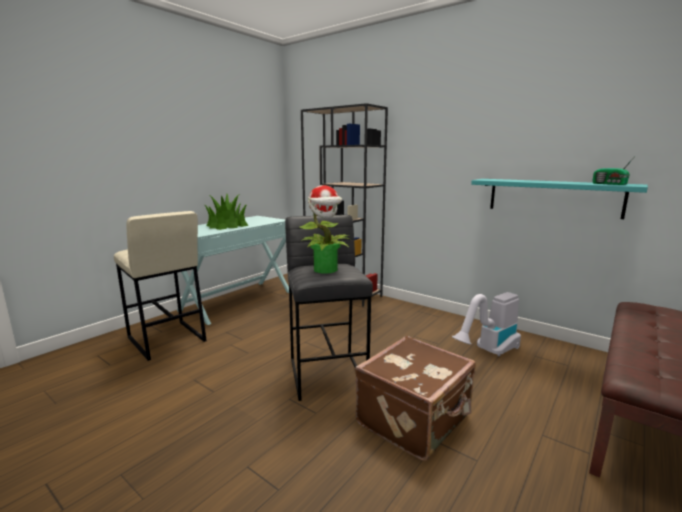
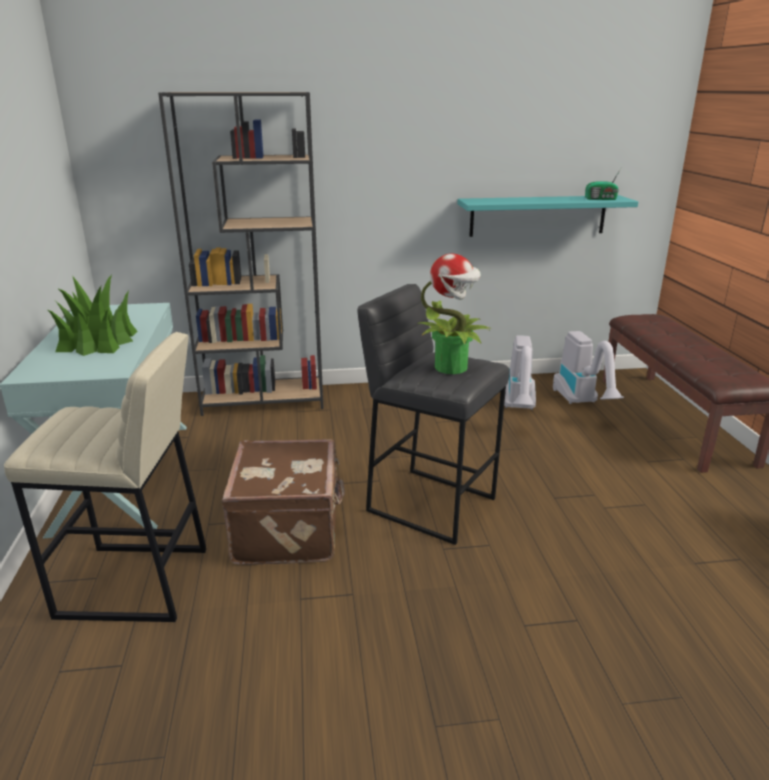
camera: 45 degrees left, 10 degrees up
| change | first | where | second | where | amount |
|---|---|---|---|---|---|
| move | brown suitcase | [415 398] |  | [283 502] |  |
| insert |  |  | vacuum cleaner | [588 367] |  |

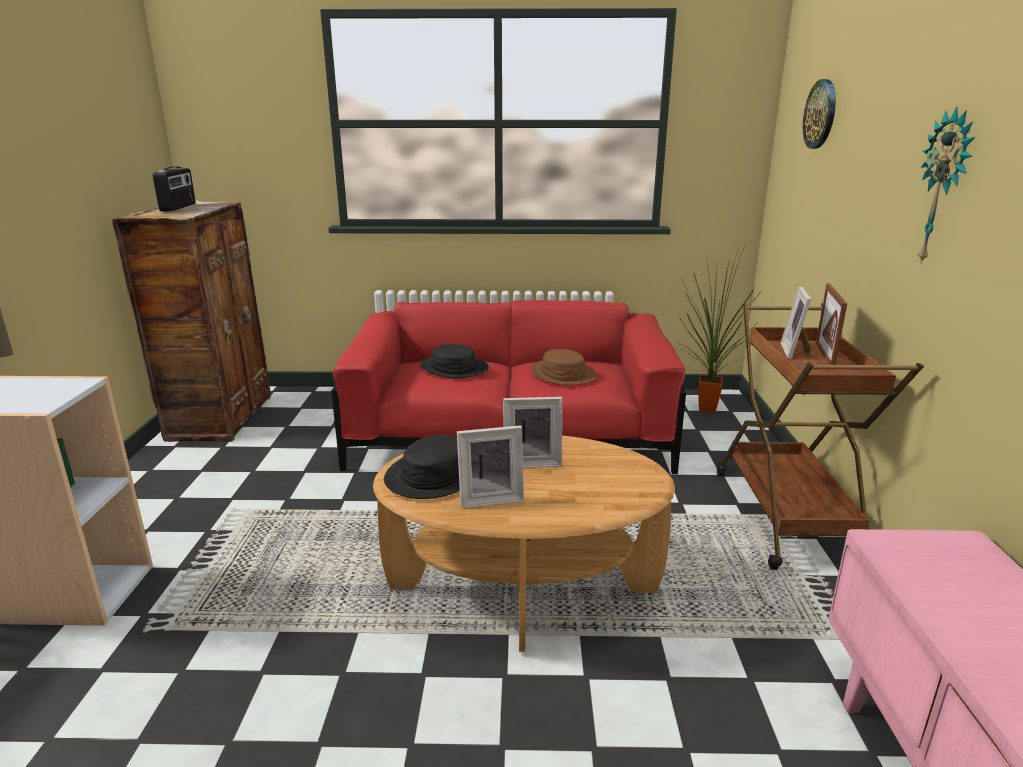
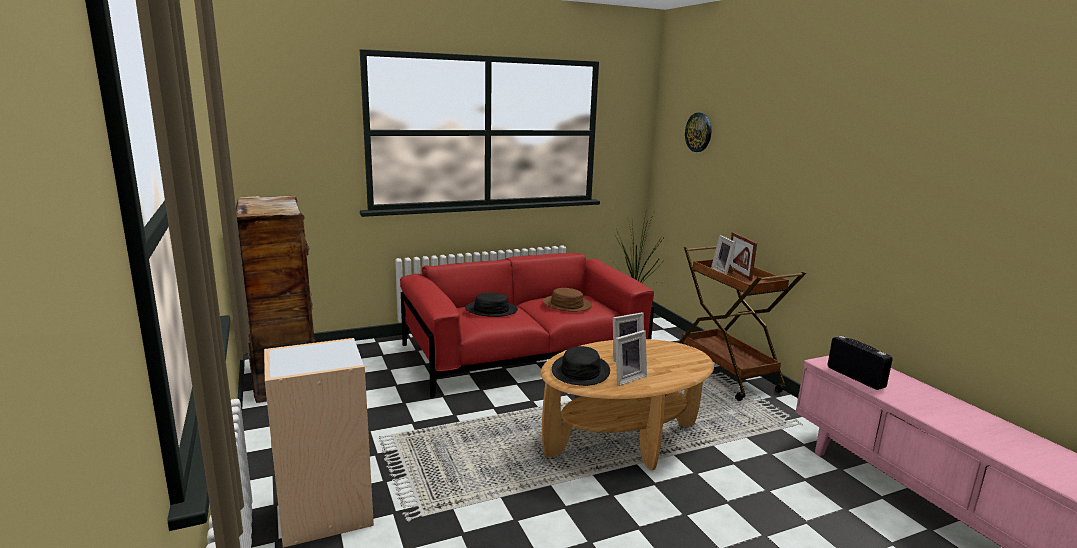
camera: 25 degrees left, 5 degrees down
| change | first | where | second | where | amount |
|---|---|---|---|---|---|
| delete | wall clock | [946 185] |  |  |  |
| move | radio | [174 188] |  | [860 363] |  |

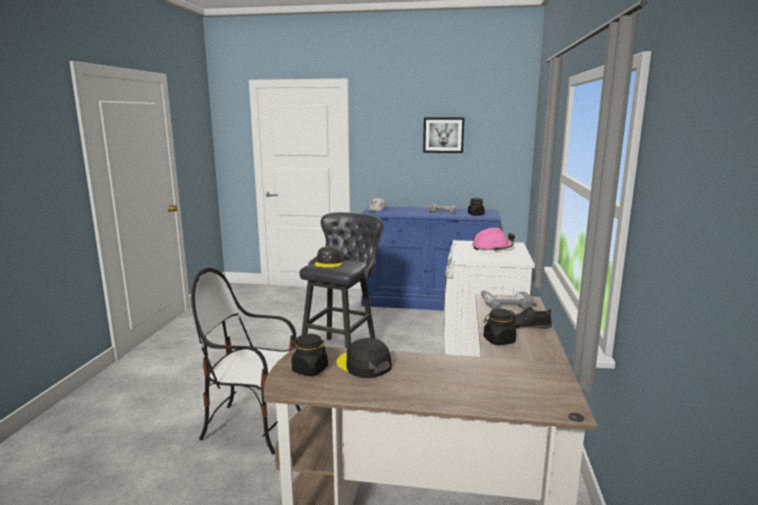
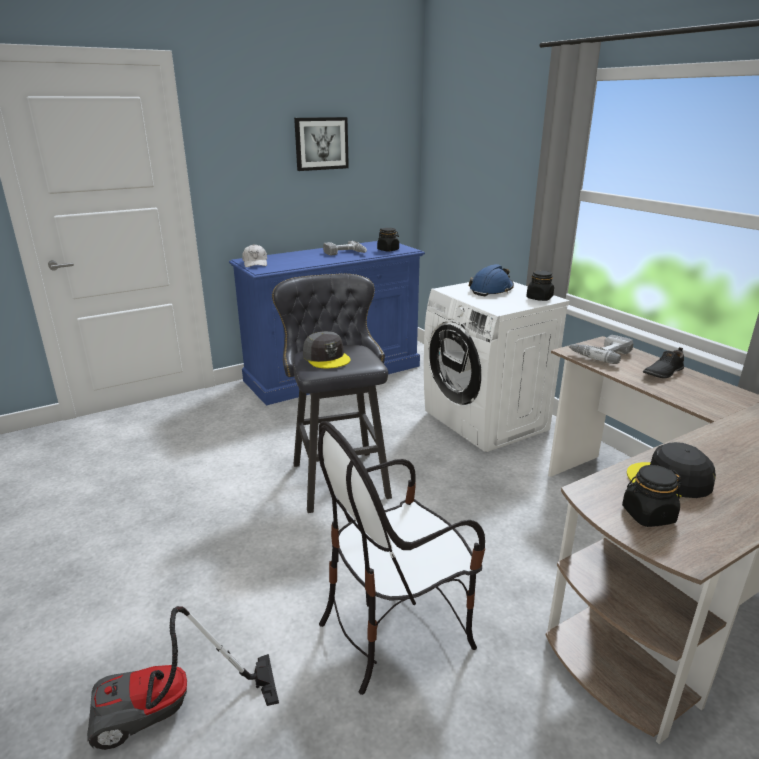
camera: 40 degrees left, 10 degrees up
| change | first | where | second | where | amount |
|---|---|---|---|---|---|
| recolor | pink hard hat | [493 239] | blue hard hat | [491 280] |  |
| move | black jar | [500 327] |  | [540 285] |  |
| insert |  |  | vacuum cleaner | [183 678] |  |

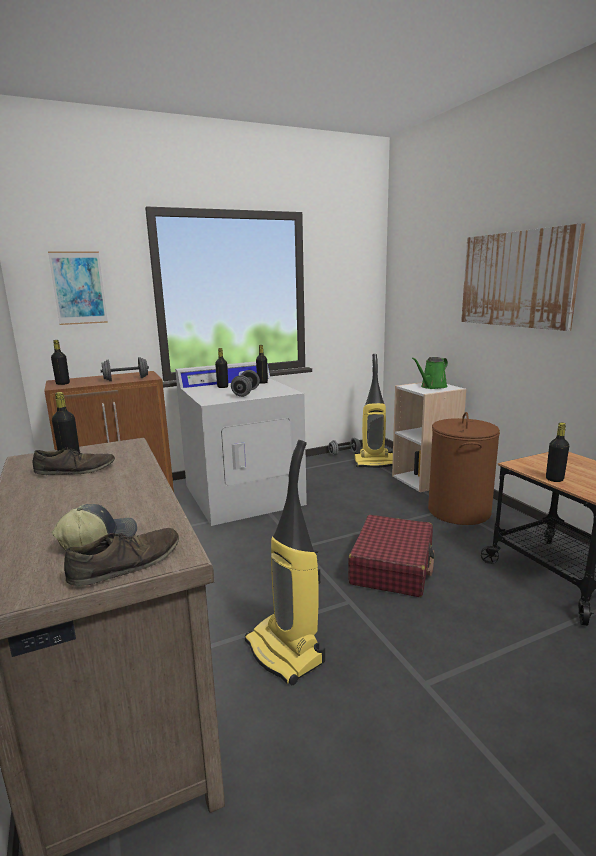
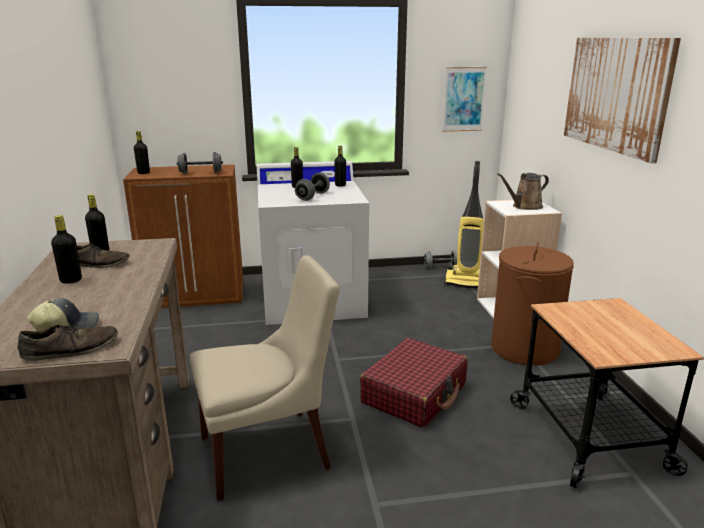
camera: 15 degrees right, 5 degrees up
| change | first | where | second | where | amount |
|---|---|---|---|---|---|
| move | picture | [78 288] |  | [465 99] |  |
| recolor | green watering can | [430 373] | brown watering can | [523 191] |  |
| move | black bottle | [557 452] |  | [66 249] |  |
| replace | vacuum cleaner | [285 562] | beige chair | [265 378] |  |

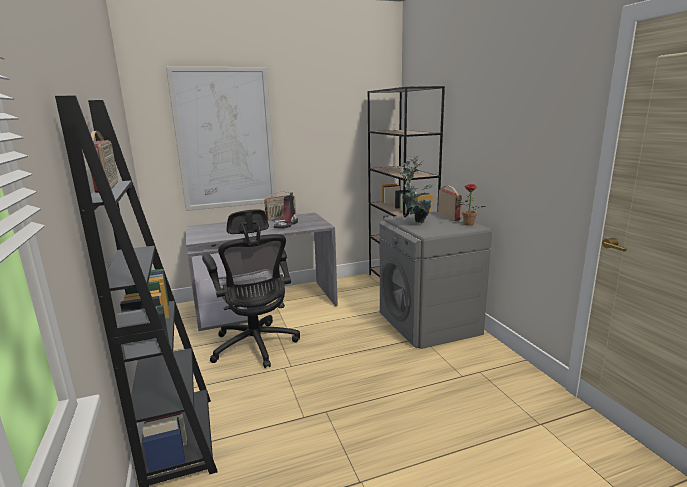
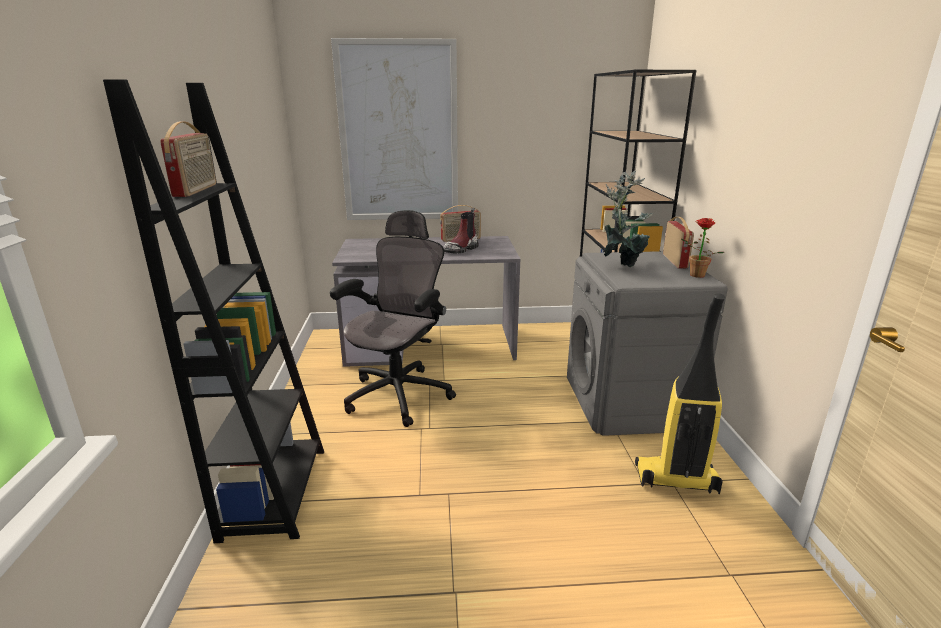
camera: 15 degrees right, 5 degrees up
| change | first | where | second | where | amount |
|---|---|---|---|---|---|
| rotate | office chair | [251 288] |  | [393 318] | 150 degrees counterclockwise |
| insert |  |  | vacuum cleaner | [680 393] |  |

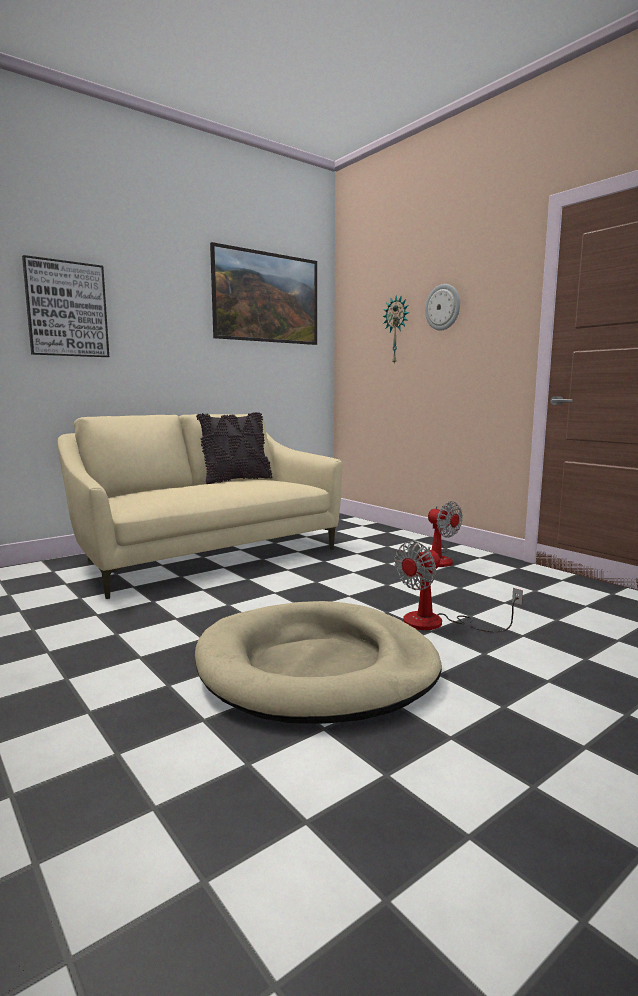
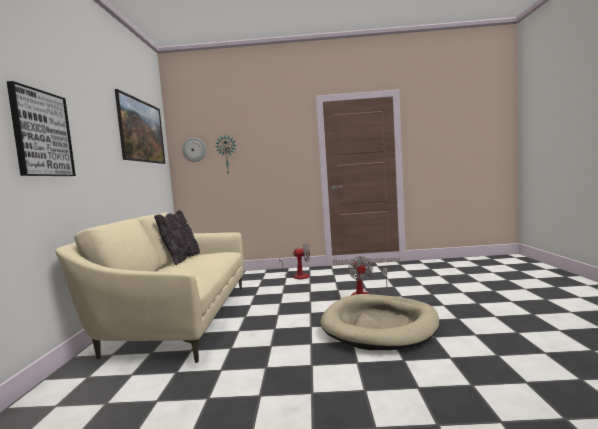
camera: 50 degrees left, 5 degrees down
| change | first | where | second | where | amount |
|---|---|---|---|---|---|
| move | wall clock | [442 307] |  | [194 150] |  |

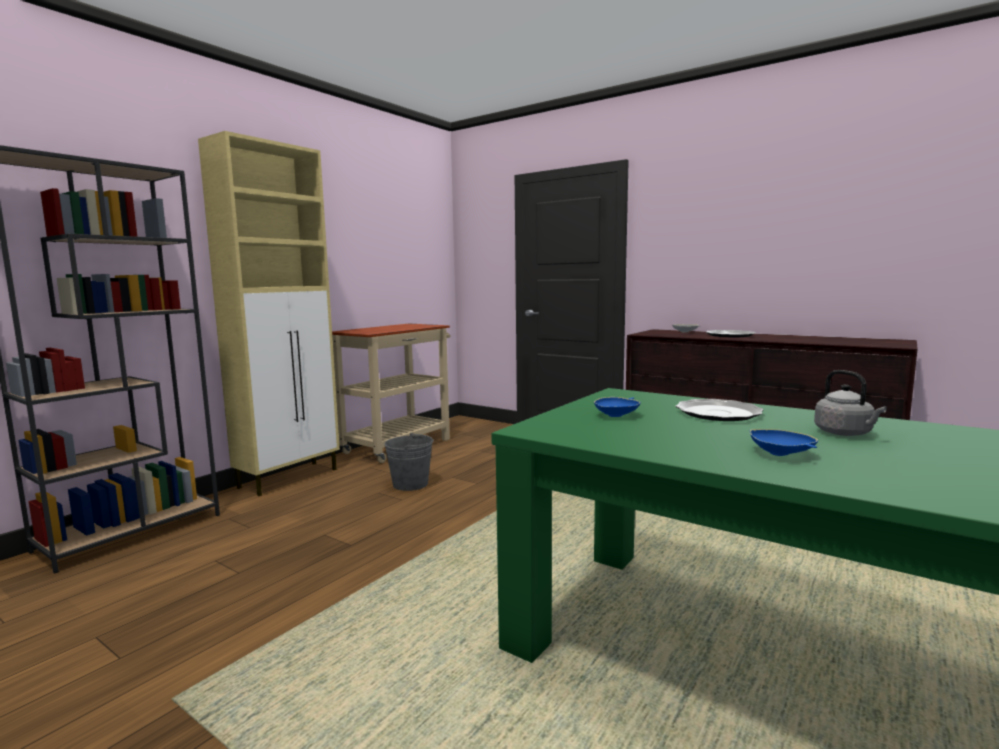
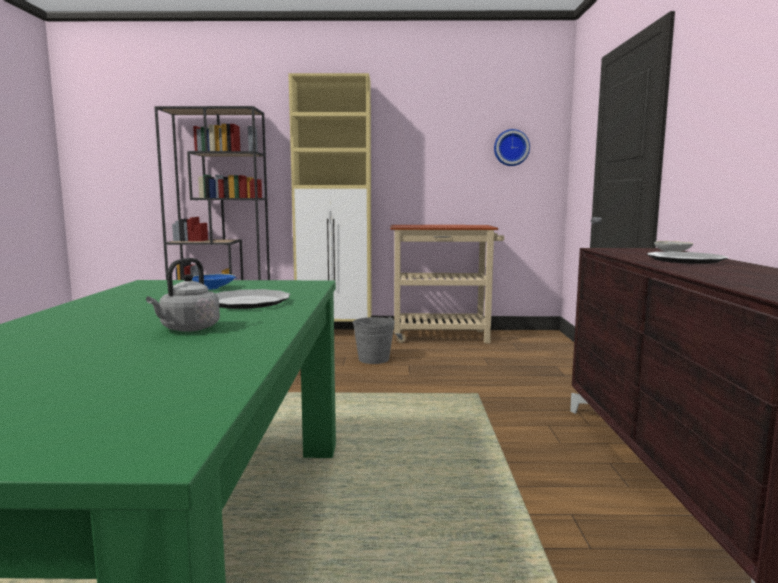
camera: 55 degrees right, 0 degrees up
| change | first | where | second | where | amount |
|---|---|---|---|---|---|
| delete | blue bowl | [784 442] |  |  |  |
| insert |  |  | wall clock | [512 147] |  |

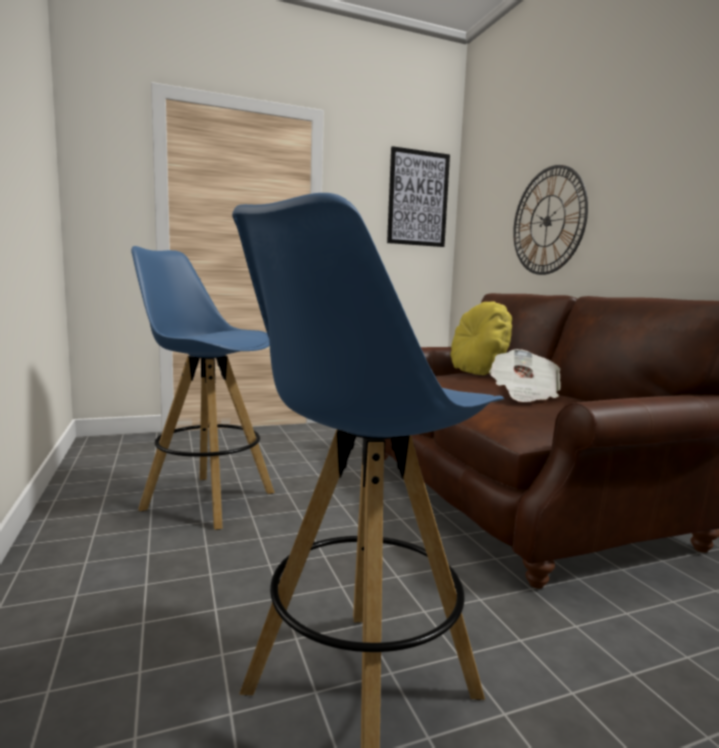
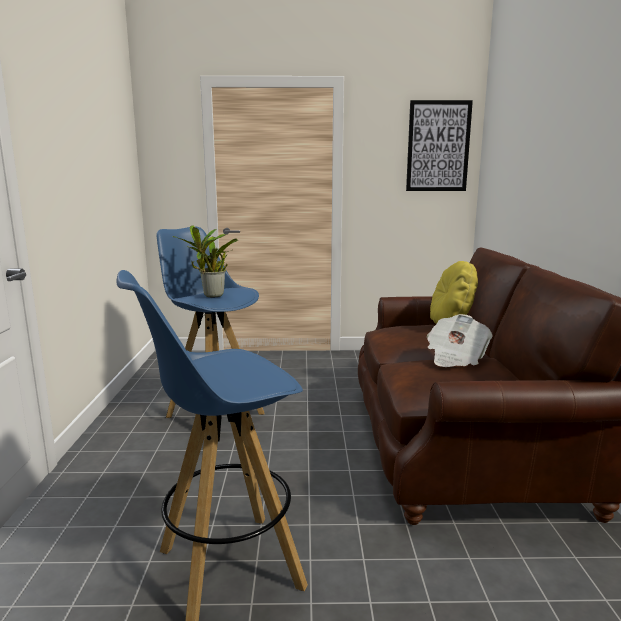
camera: 20 degrees right, 5 degrees up
| change | first | where | second | where | amount |
|---|---|---|---|---|---|
| delete | wall clock | [550 220] |  |  |  |
| insert |  |  | potted plant | [205 261] |  |

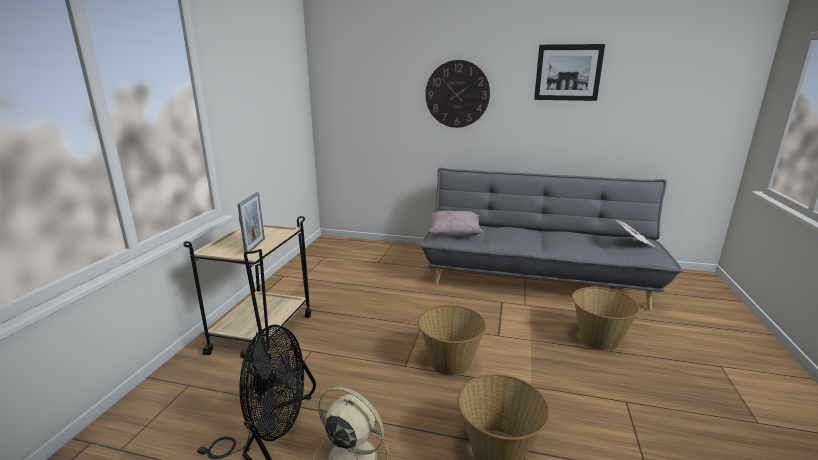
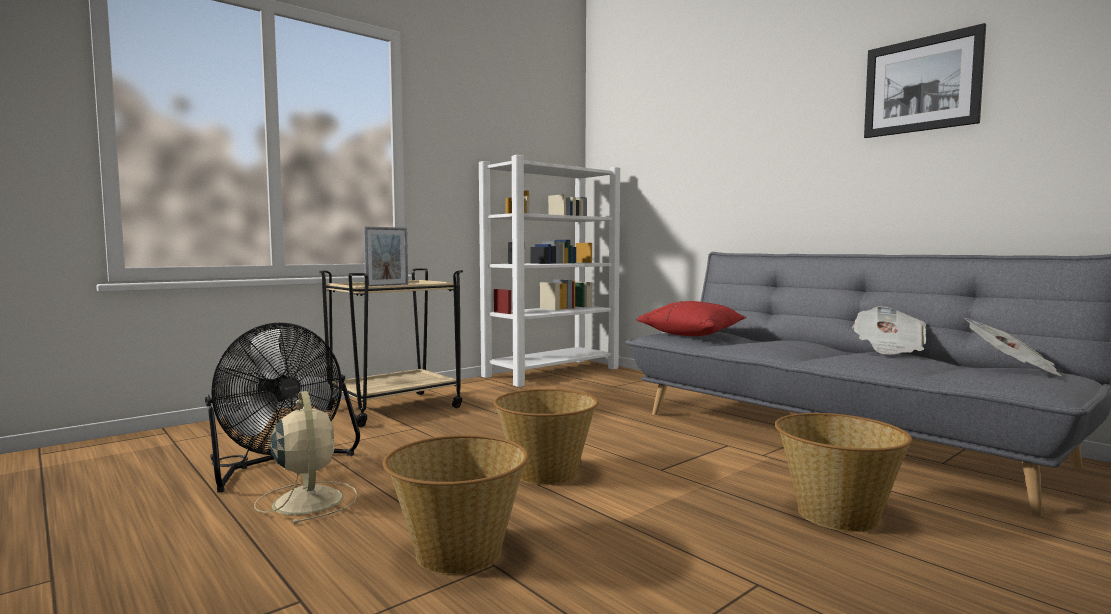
camera: 35 degrees right, 15 degrees down
| change | first | where | second | where | amount |
|---|---|---|---|---|---|
| delete | wall clock | [457 94] |  |  |  |
| recolor | purple pillow | [455 224] | red pillow | [691 318] |  |
| insert |  |  | white bookcase | [549 271] |  |
| insert |  |  | newspaper | [889 330] |  |

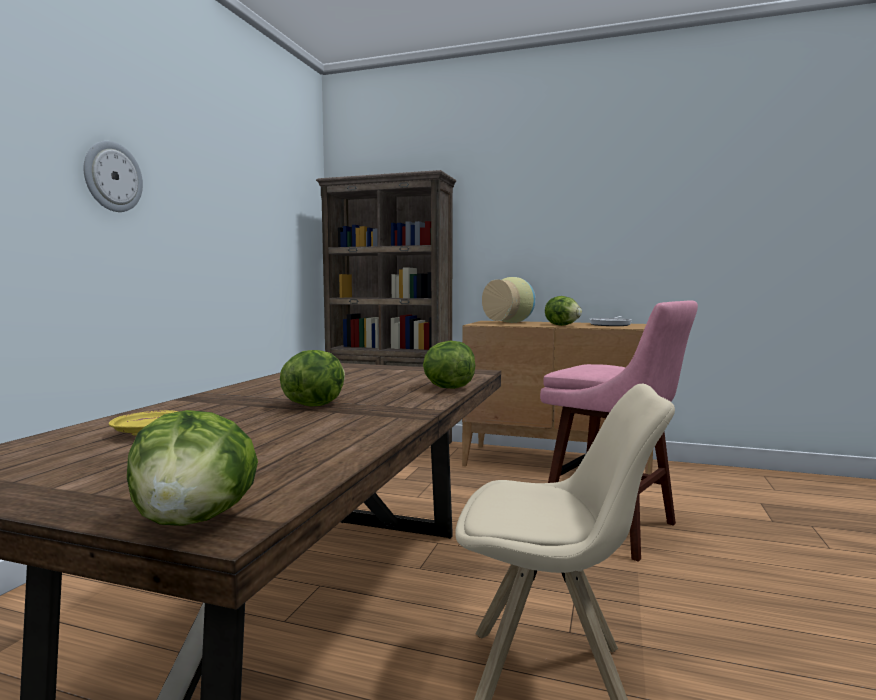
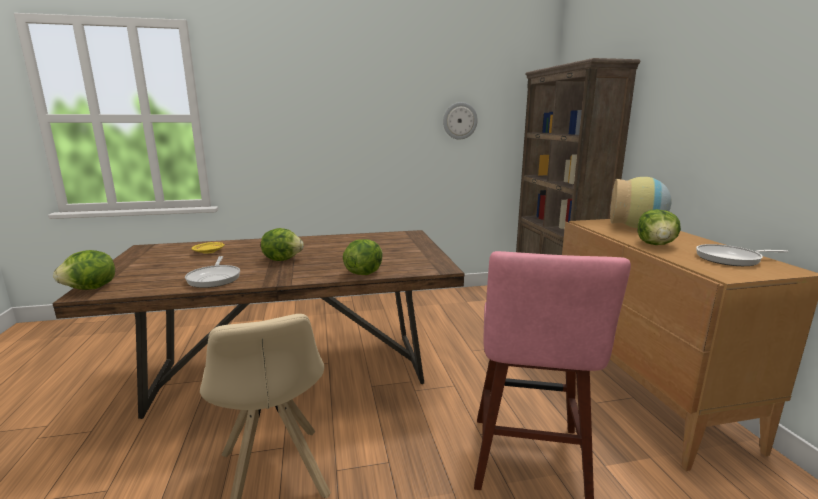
camera: 60 degrees right, 10 degrees up
| change | first | where | second | where | amount |
|---|---|---|---|---|---|
| move | wall clock | [113 176] |  | [460 121] |  |
| insert |  |  | frying pan | [212 272] |  |

